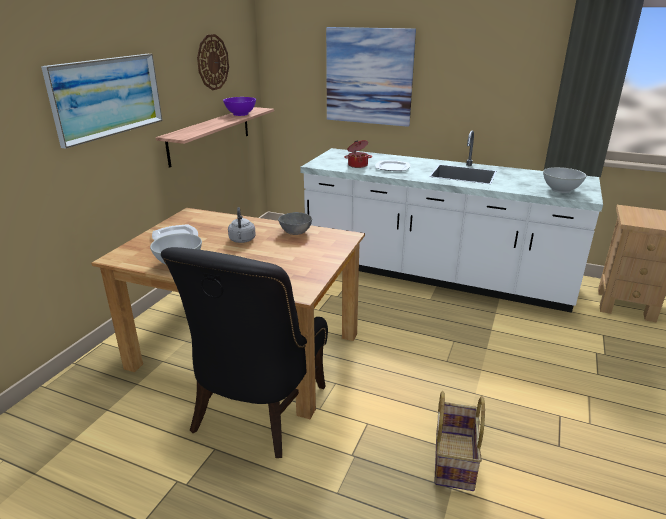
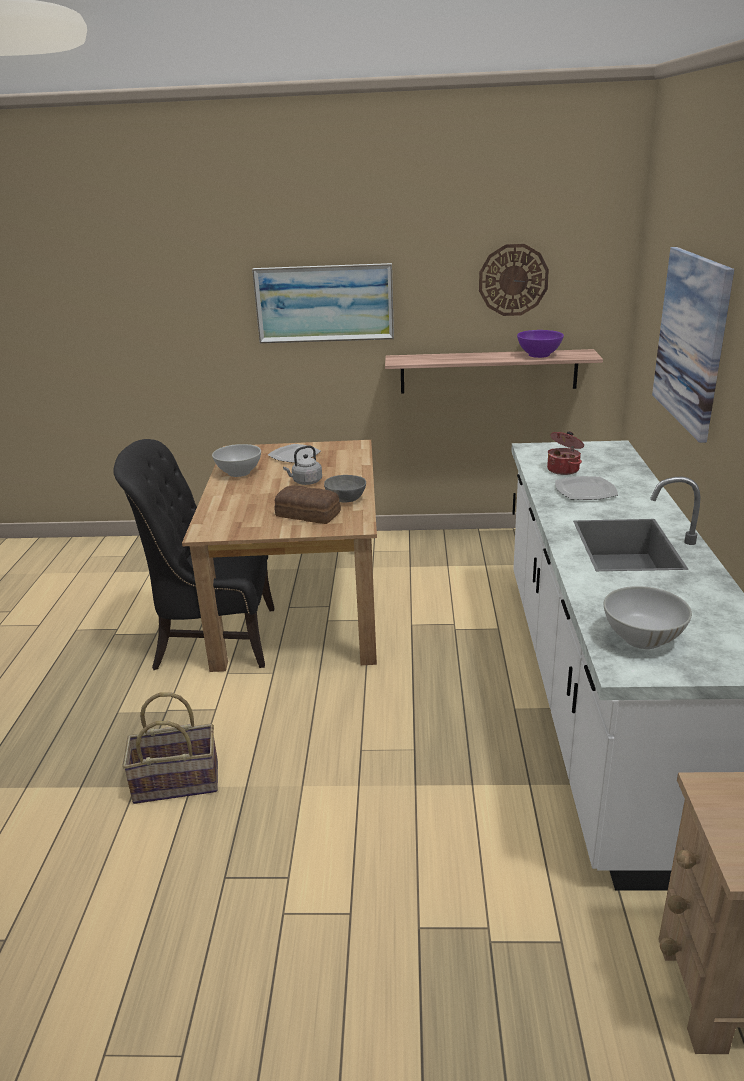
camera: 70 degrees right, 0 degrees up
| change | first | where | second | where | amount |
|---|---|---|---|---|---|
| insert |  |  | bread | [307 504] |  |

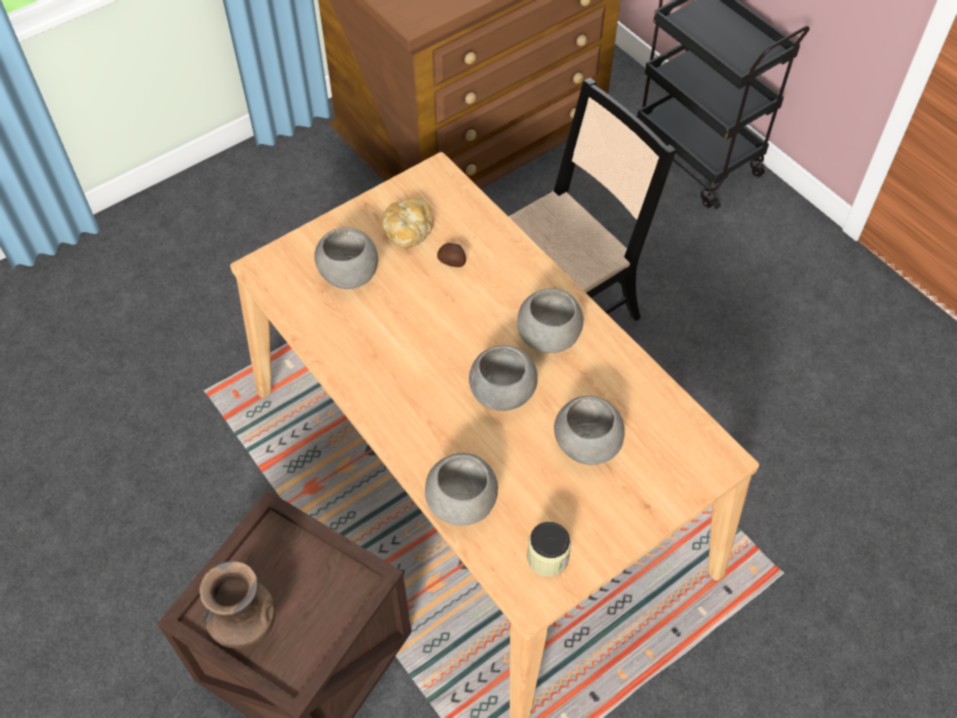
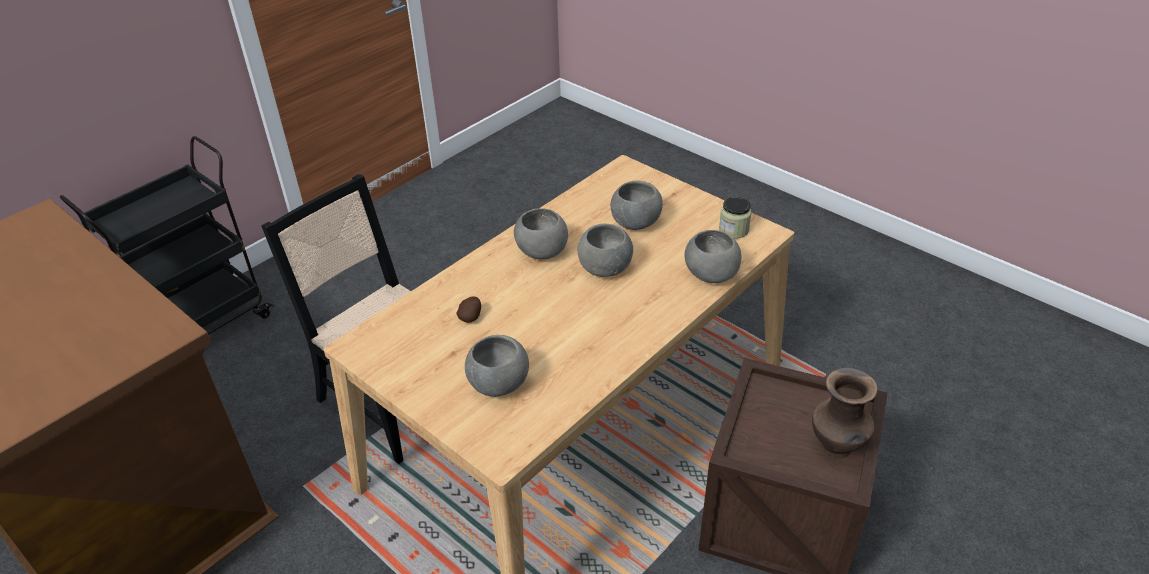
camera: 100 degrees left, 15 degrees down
| change | first | where | second | where | amount |
|---|---|---|---|---|---|
| delete | bread | [408 223] |  |  |  |

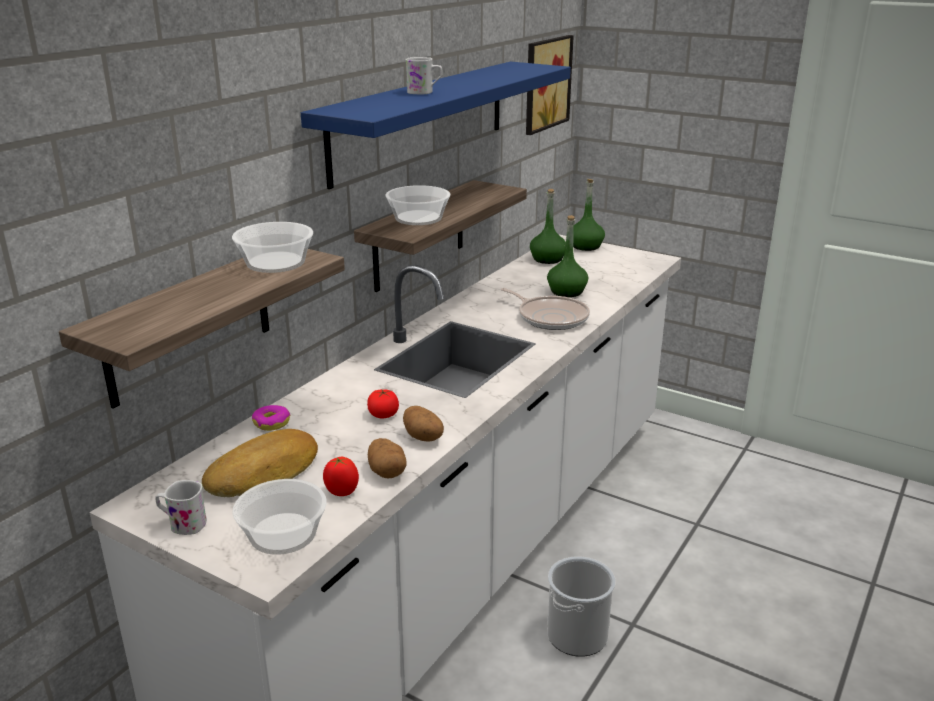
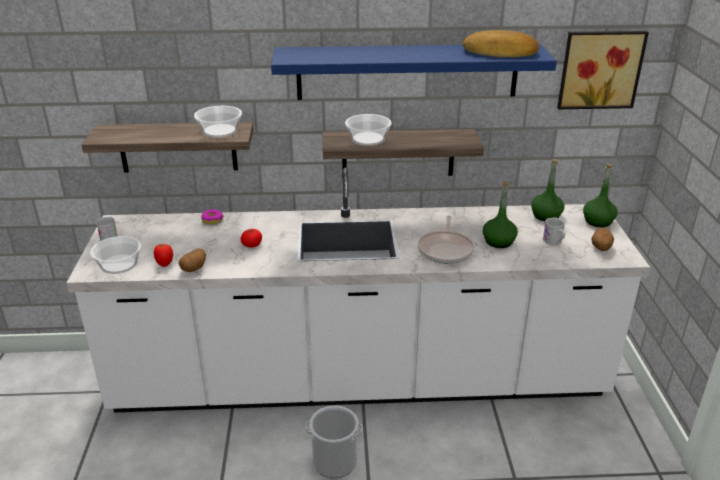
camera: 55 degrees right, 5 degrees up
| change | first | where | second | where | amount |
|---|---|---|---|---|---|
| move | white mug | [424 75] |  | [554 231] |  |
| move | potato | [423 423] |  | [602 239] |  |
| move | bread | [260 463] |  | [501 44] |  |

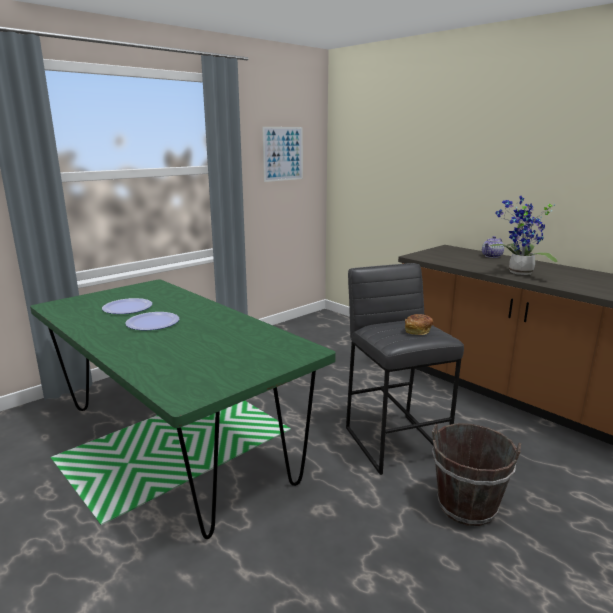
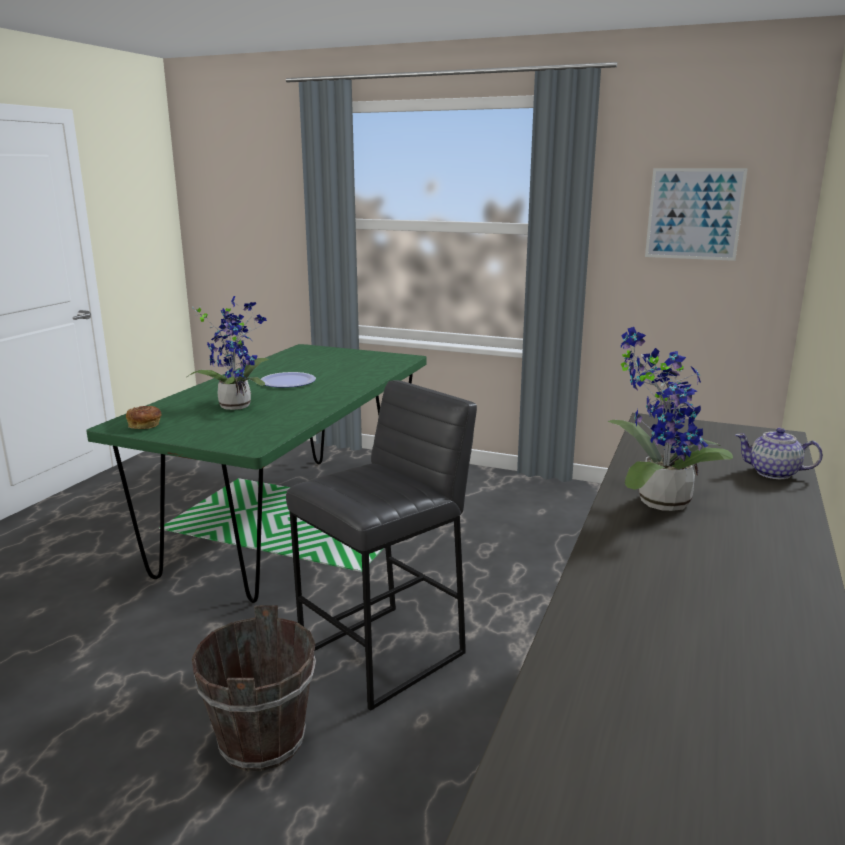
camera: 65 degrees right, 0 degrees up
| change | first | where | second | where | amount |
|---|---|---|---|---|---|
| delete | plate | [127 306] |  |  |  |
| move | bread | [419 324] |  | [144 417] |  |
| insert |  |  | potted plant | [228 353] |  |

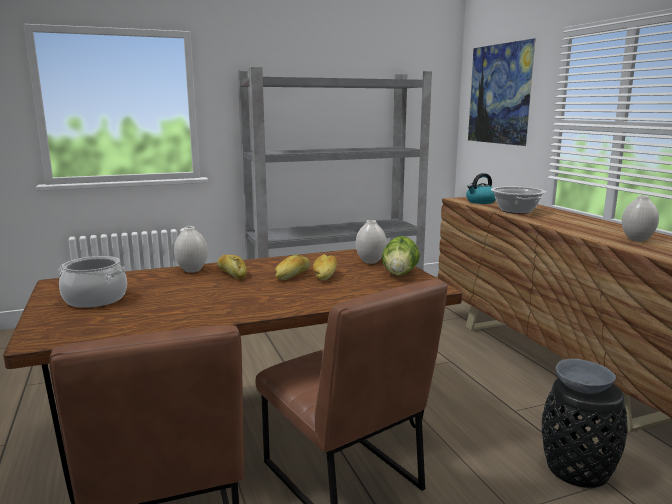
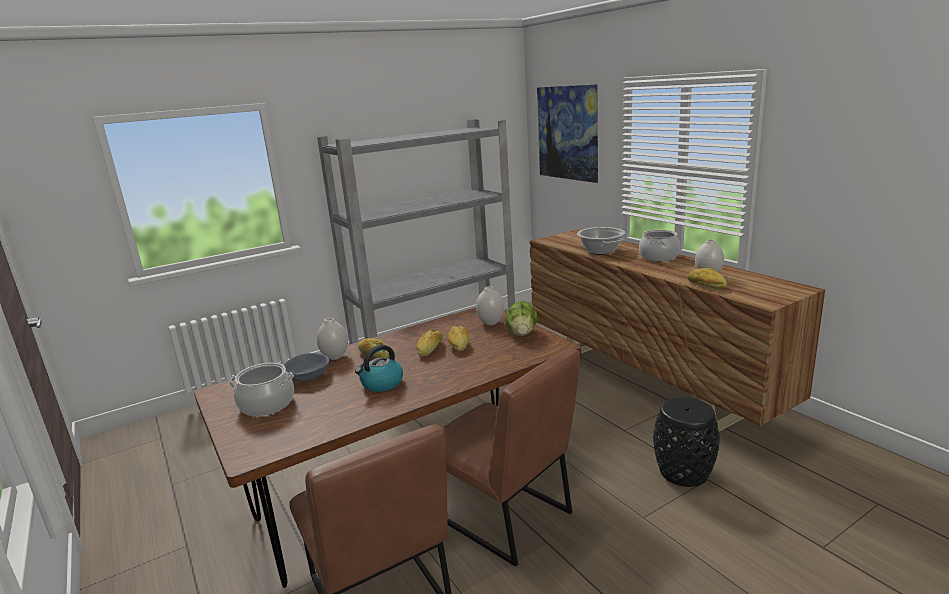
camera: 10 degrees left, 5 degrees up
| change | first | where | second | where | amount |
|---|---|---|---|---|---|
| move | kettle | [481 188] |  | [379 368] |  |
| move | grey bowl | [586 376] |  | [306 367] |  |
| insert |  |  | cooking pot | [659 245] |  |
| insert |  |  | bread | [707 278] |  |

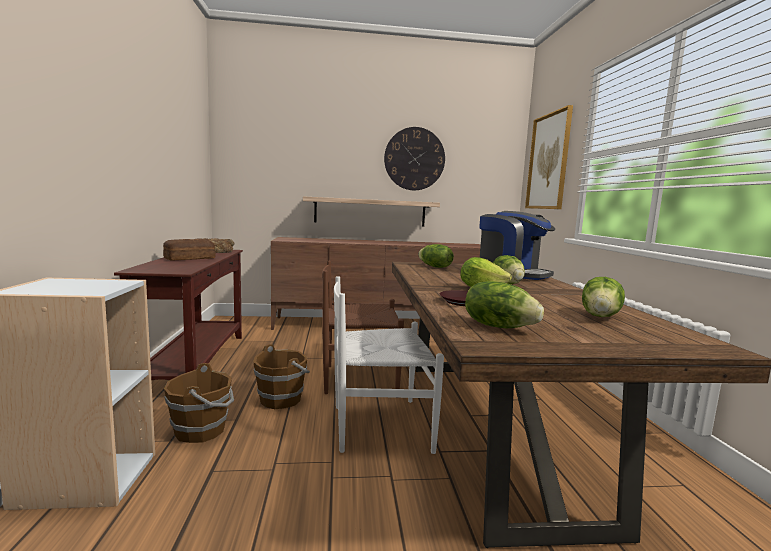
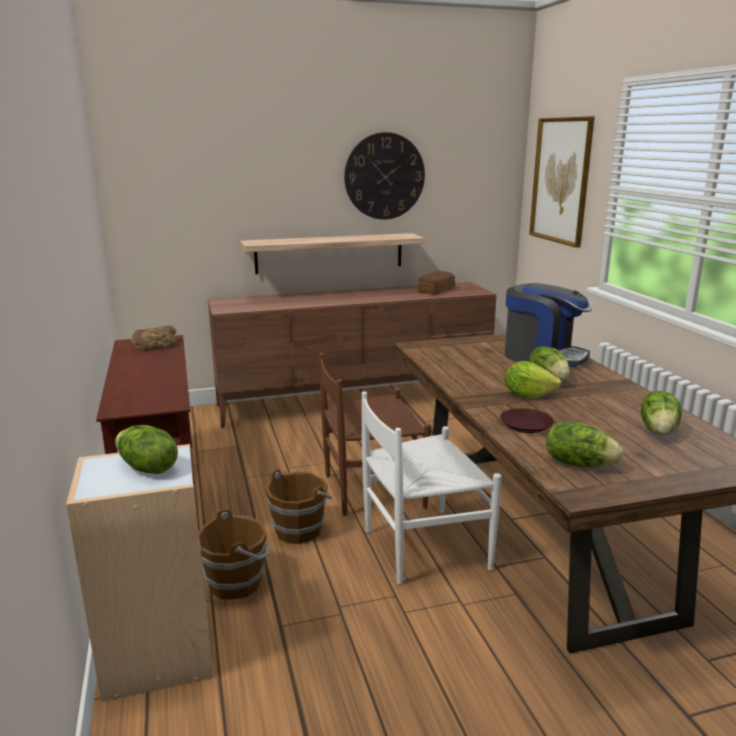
camera: 10 degrees left, 10 degrees up
| change | first | where | second | where | amount |
|---|---|---|---|---|---|
| move | bread | [189 249] |  | [436 283] |  |
| move | lettuce | [436 256] |  | [146 449] |  |

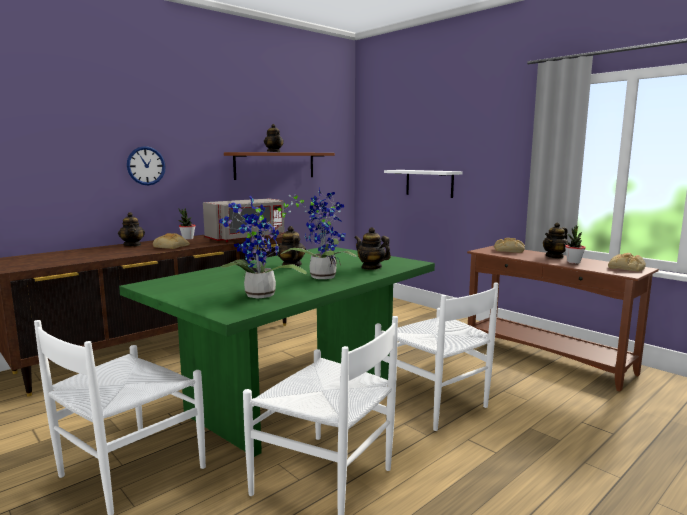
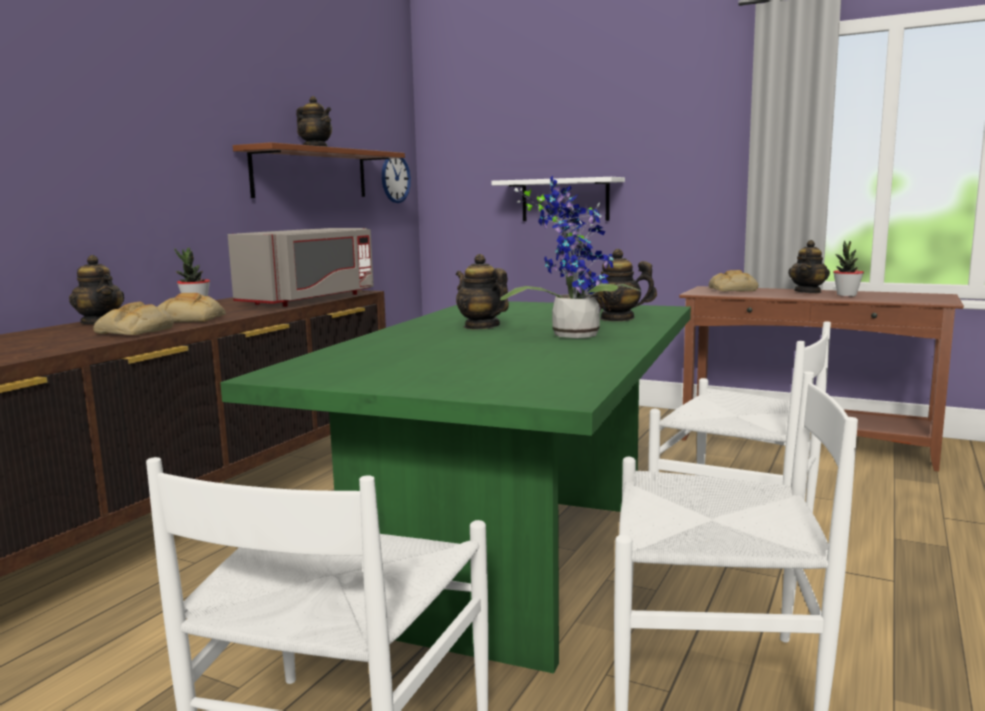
camera: 20 degrees left, 0 degrees up
| change | first | where | second | where | amount |
|---|---|---|---|---|---|
| move | wall clock | [146 165] |  | [396 180] |  |
| delete | potted plant | [263 247] |  |  |  |
| move | bread | [627 262] |  | [134 318] |  |

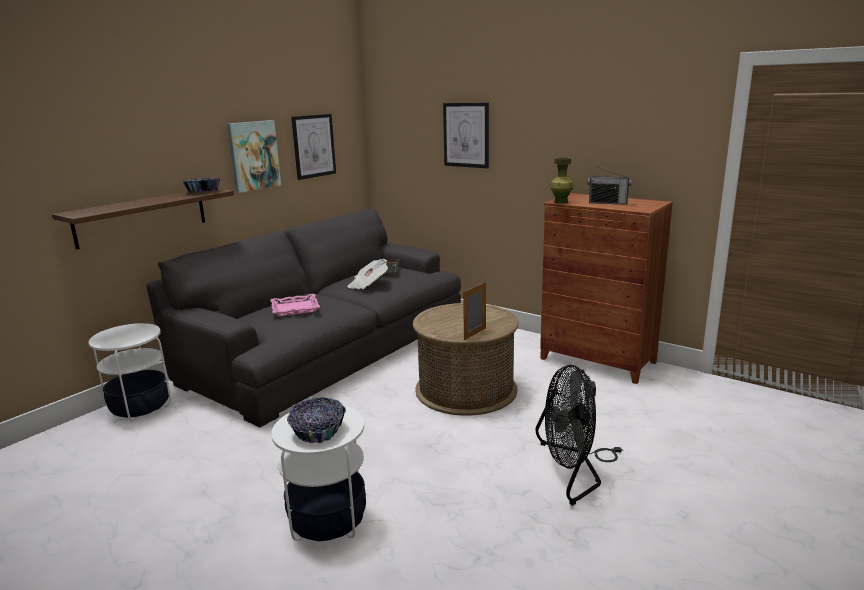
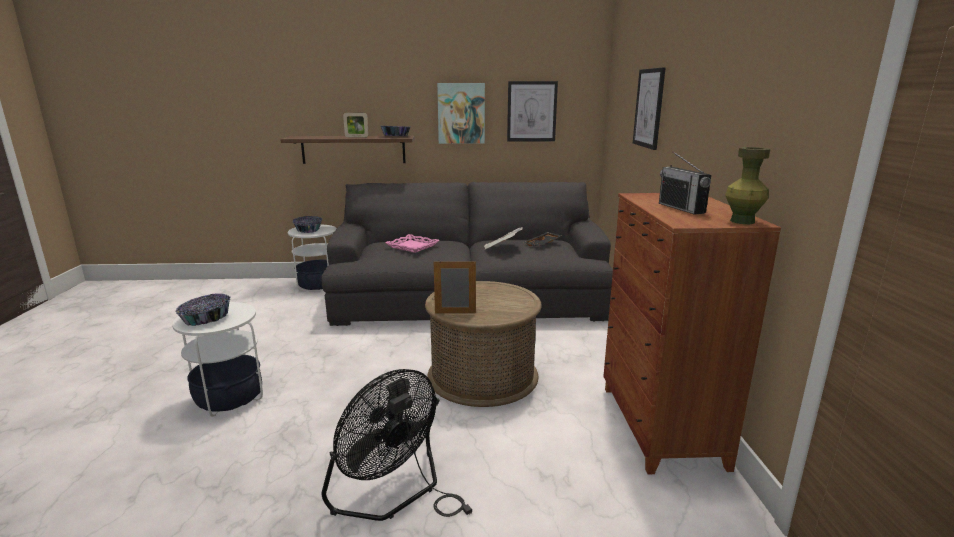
camera: 50 degrees right, 0 degrees up
| change | first | where | second | where | amount |
|---|---|---|---|---|---|
| move | green vase | [562 180] |  | [748 185] |  |
| insert |  |  | picture frame | [356 125] |  |
| insert |  |  | bowl | [307 224] |  |

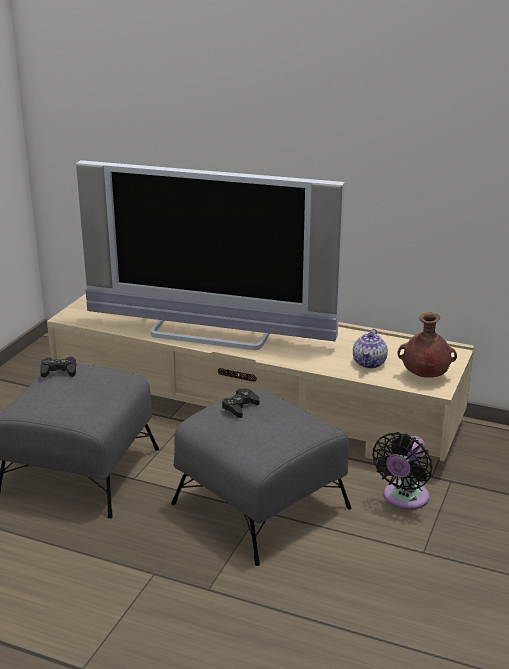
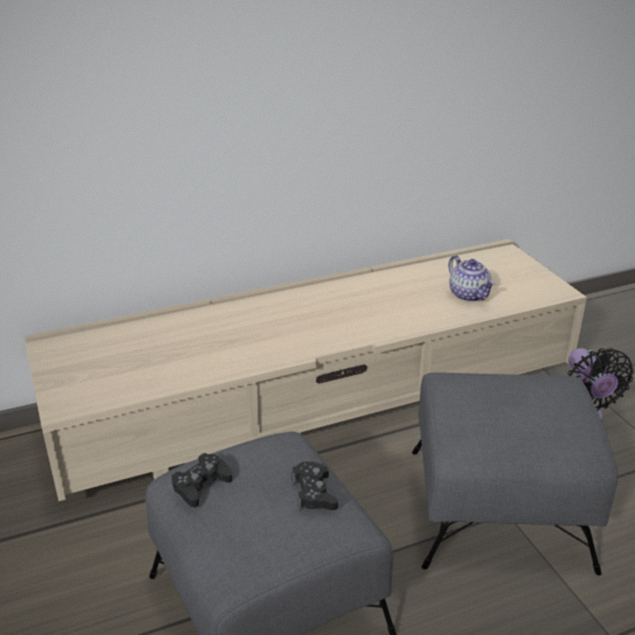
camera: 45 degrees left, 5 degrees up
| change | first | where | second | where | amount |
|---|---|---|---|---|---|
| delete | television | [210 255] |  |  |  |
| delete | brown vase | [427 345] |  |  |  |
| move | black game controller | [240 403] |  | [314 485] |  |

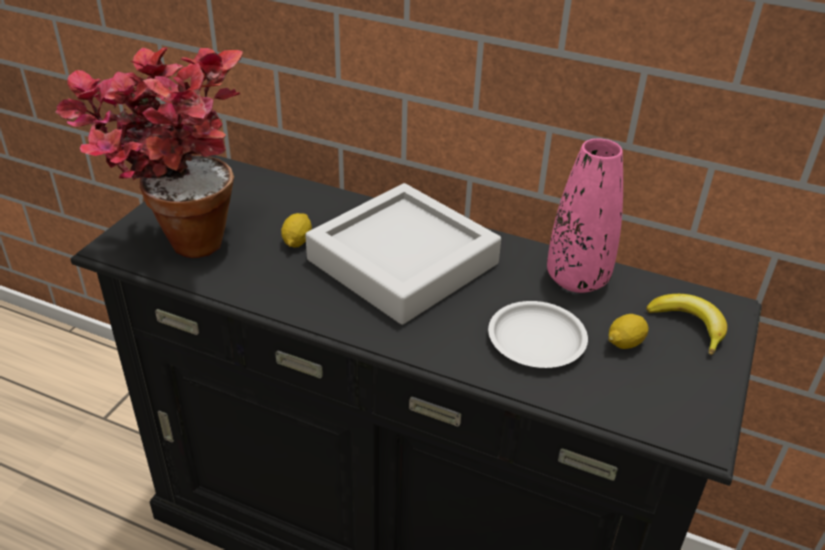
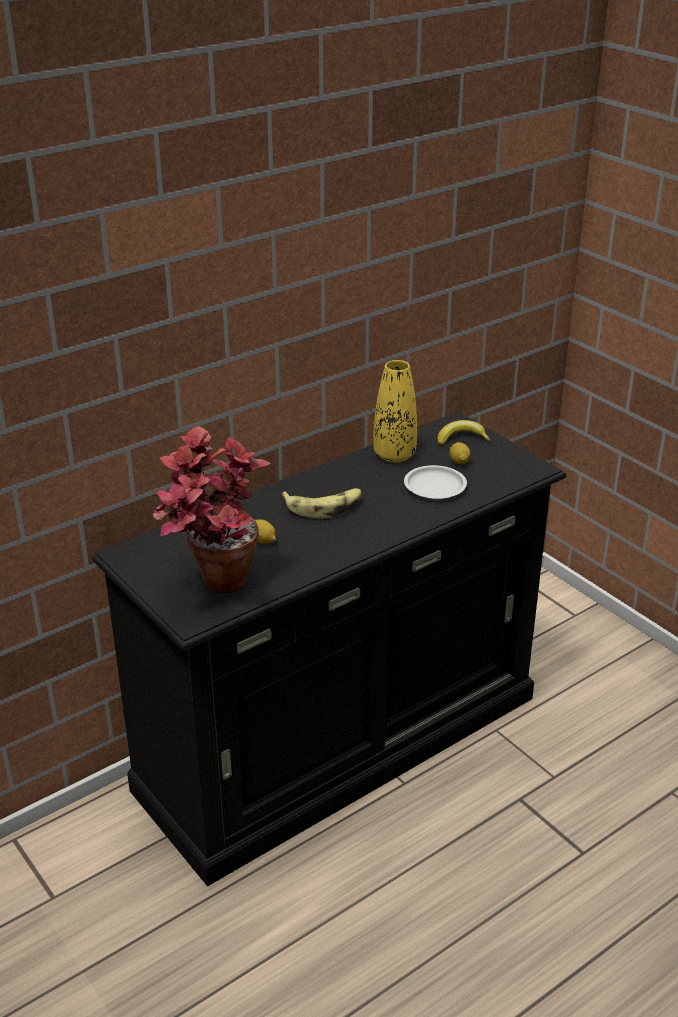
camera: 60 degrees left, 5 degrees down
| change | first | where | second | where | amount |
|---|---|---|---|---|---|
| recolor | pink vase | [585 215] | yellow vase | [395 411] |  |
| replace | grey tray | [403 254] | banana | [321 503] |  |

